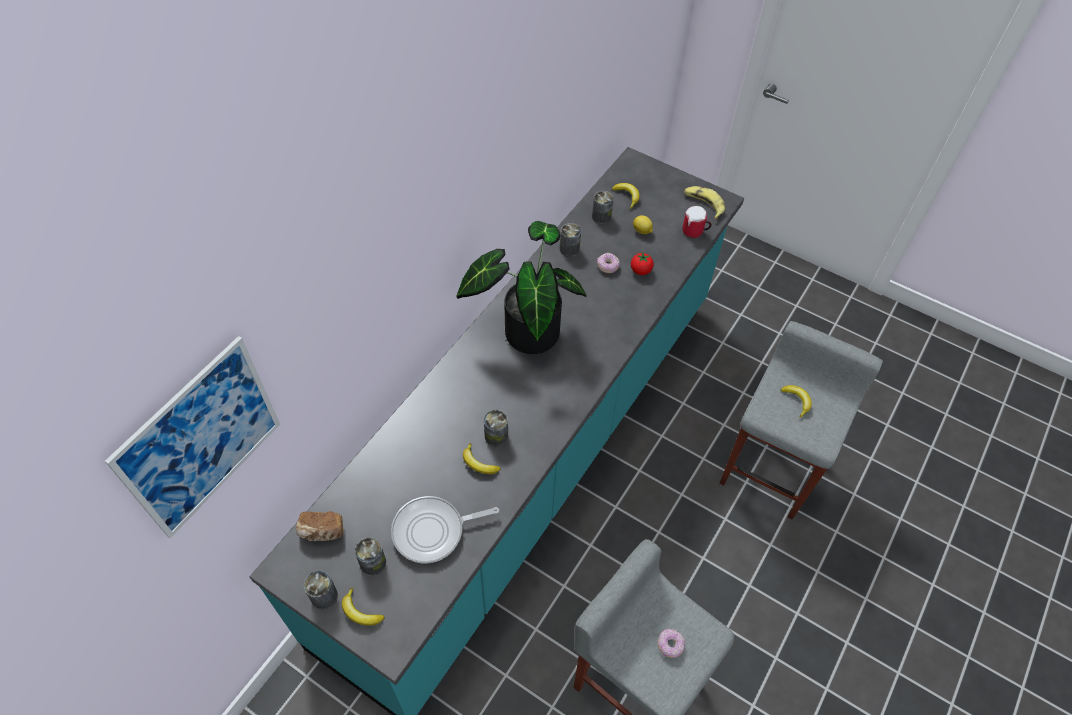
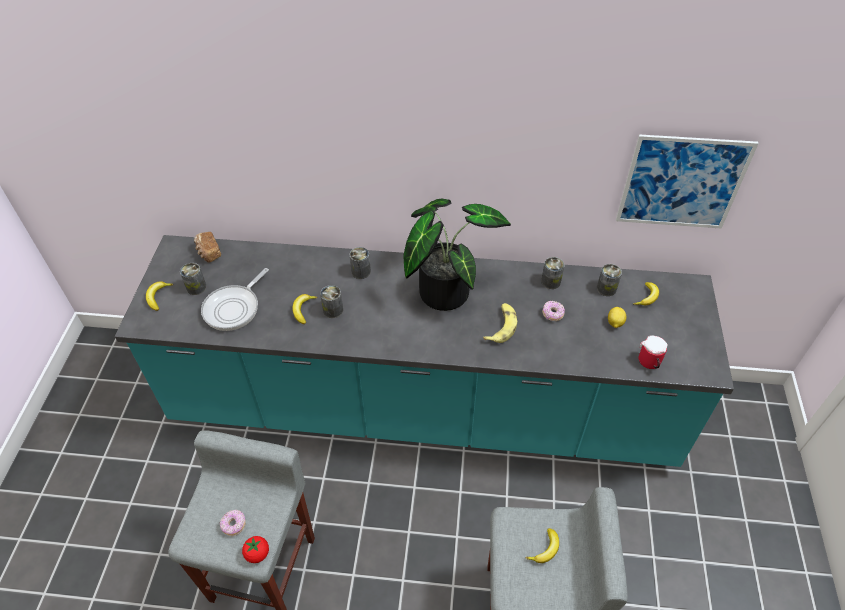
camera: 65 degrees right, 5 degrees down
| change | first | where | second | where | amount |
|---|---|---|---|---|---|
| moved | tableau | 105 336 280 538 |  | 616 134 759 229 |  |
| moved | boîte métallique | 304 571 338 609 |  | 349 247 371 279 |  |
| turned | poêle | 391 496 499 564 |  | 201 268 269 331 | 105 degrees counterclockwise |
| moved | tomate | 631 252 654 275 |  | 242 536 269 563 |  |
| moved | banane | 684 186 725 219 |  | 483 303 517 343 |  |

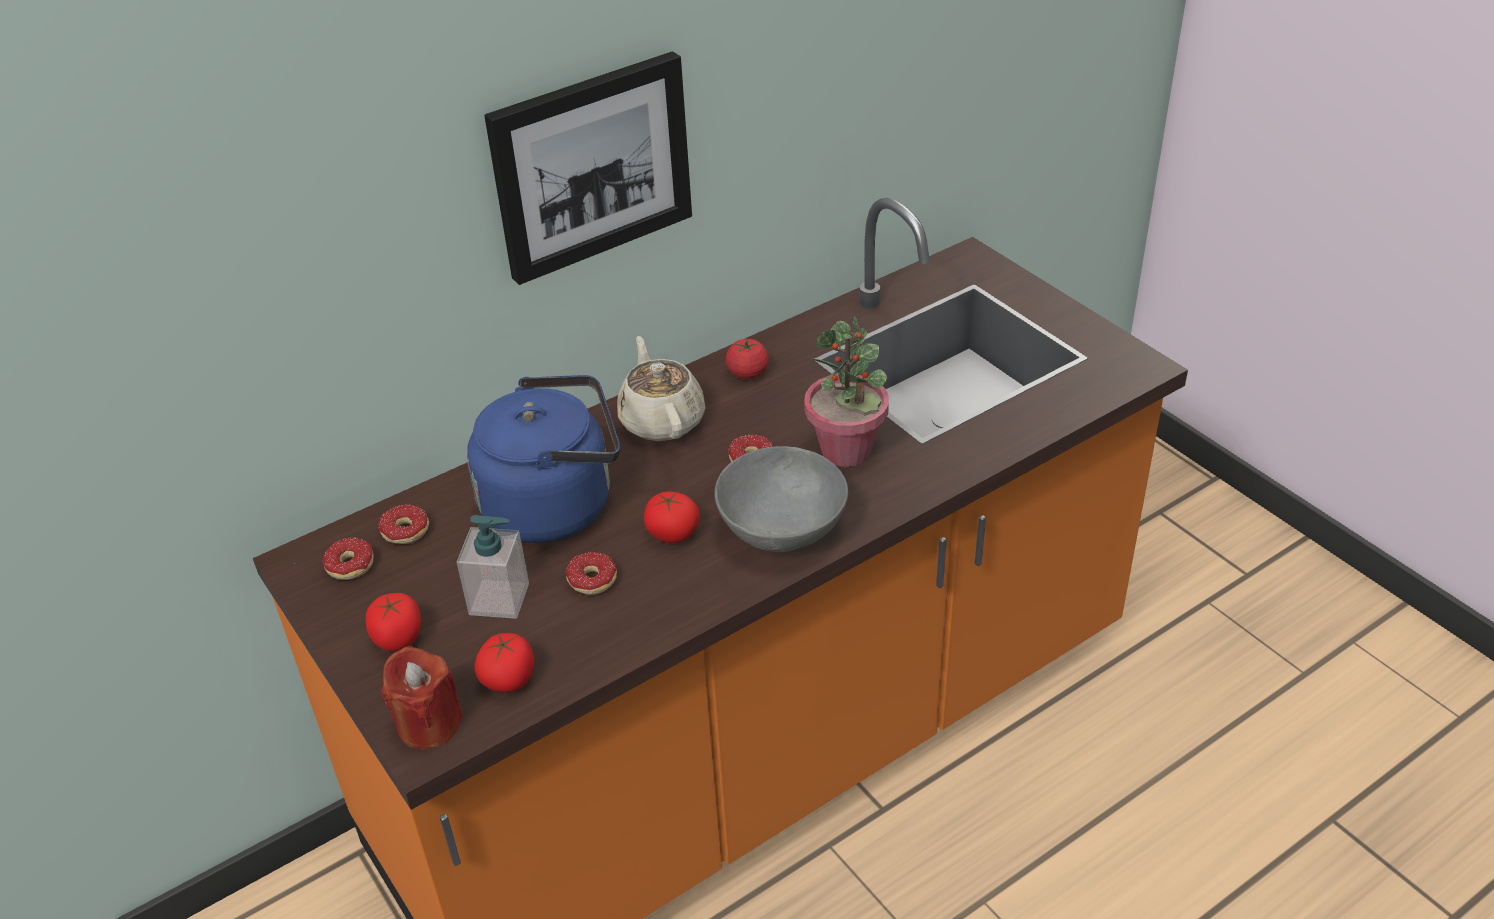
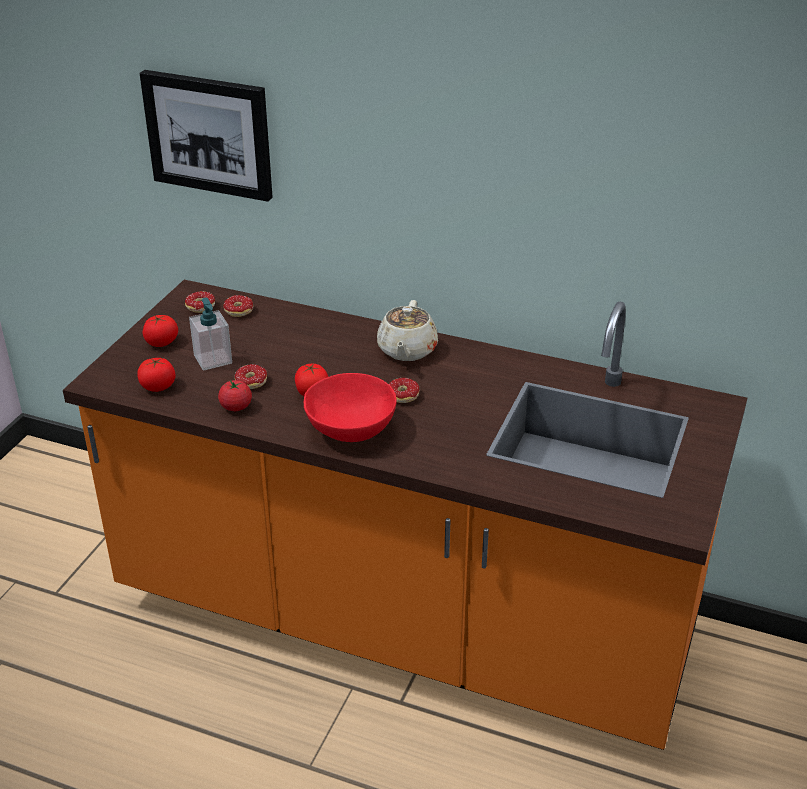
camera: 55 degrees right, 5 degrees down
| change | first | where | second | where | amount |
|---|---|---|---|---|---|
| removed | bougie [rouge] | 381 646 464 749 |  |  |  |
| removed | bouilloire [bleu] | 467 375 620 543 |  |  |  |
| moved | tableau | 484 51 692 285 |  | 140 70 273 202 |  |
| turned | théière [beige] | 617 336 706 441 |  | 377 300 438 361 | 150 degrees clockwise |
| recoloured | bol [gris] | 715 446 848 552 | bol [rouge] | 304 373 397 442 |  |
| moved | tomate | 726 339 769 379 |  | 218 380 252 411 |  |
| removed | plante en pot | 804 317 889 467 |  |  |  |

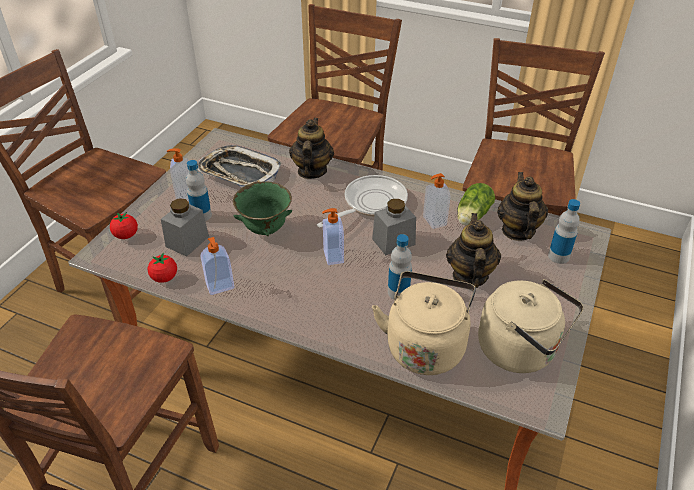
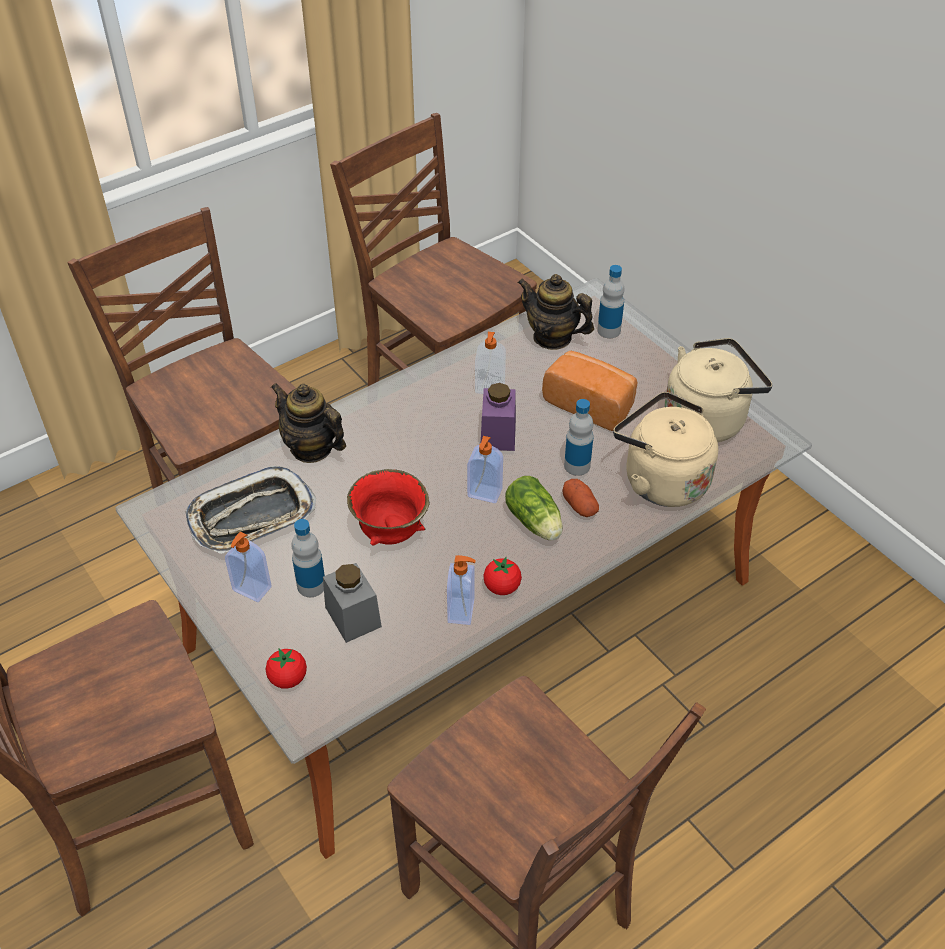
camera: 60 degrees left, 5 degrees up
| change | first | where | second | where | amount |
|---|---|---|---|---|---|
| moved | tomate | 148 253 177 283 |  | 484 557 522 595 |  |
| recoloured | bol [vert] | 233 182 292 236 | bol [rouge] | 347 469 429 545 |  |
| removed | poêle | 317 175 408 228 |  |  |  |
| recoloured | bocal [gris] | 372 199 416 255 | bocal [violet] | 481 383 516 451 |  |
| replaced | théière | 446 213 501 288 | pain | 542 351 637 431 |  |
| moved | laitue | 457 183 495 225 |  | 505 476 563 540 |  |
| added |  |  | pomme de terre | 562 479 599 517 |  |

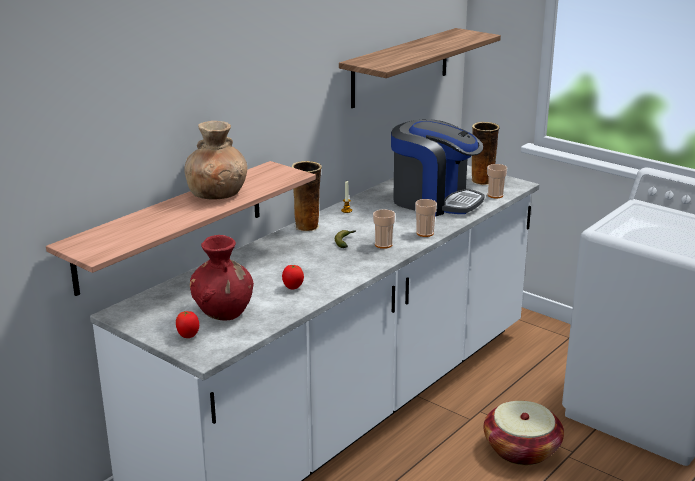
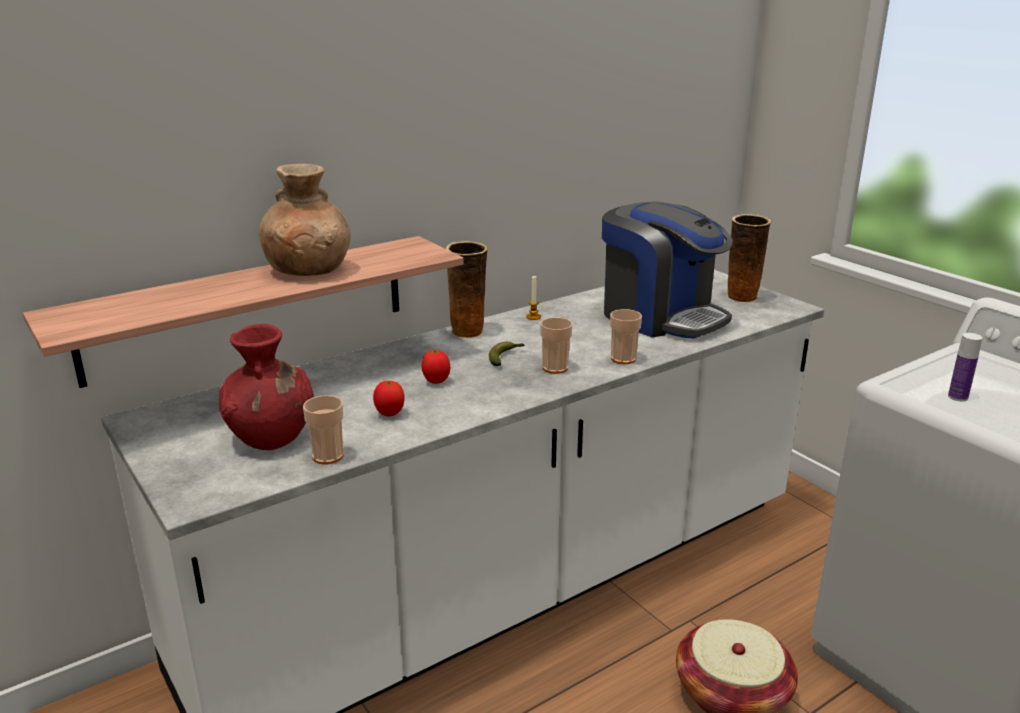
camera: 15 degrees right, 0 degrees up
| change | first | where | second | where | amount |
|---|---|---|---|---|---|
| moved | tomate | 176 311 199 338 |  | 422 349 450 384 |  |
| removed | étagère | 339 28 501 108 |  |  |  |
| moved | tasse | 487 164 507 198 |  | 303 395 344 465 |  |
| added |  |  | bouteille | 948 333 982 401 |  |

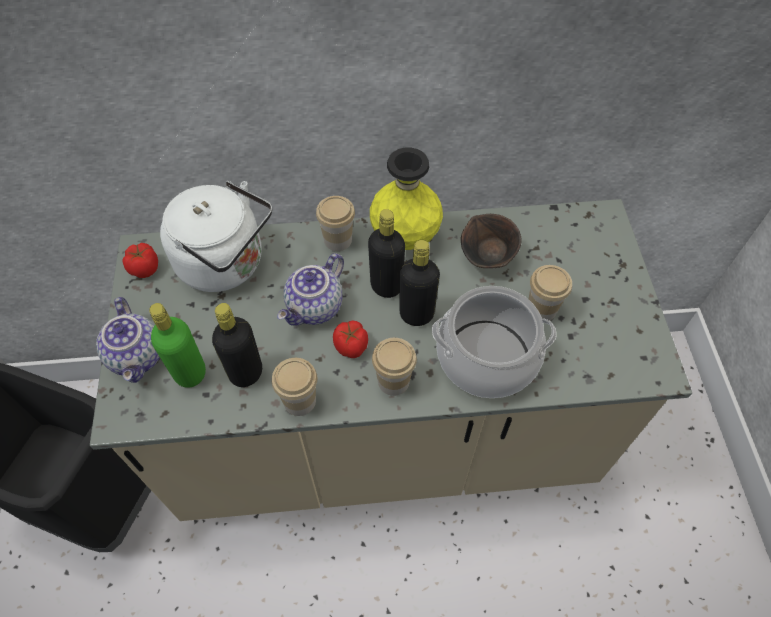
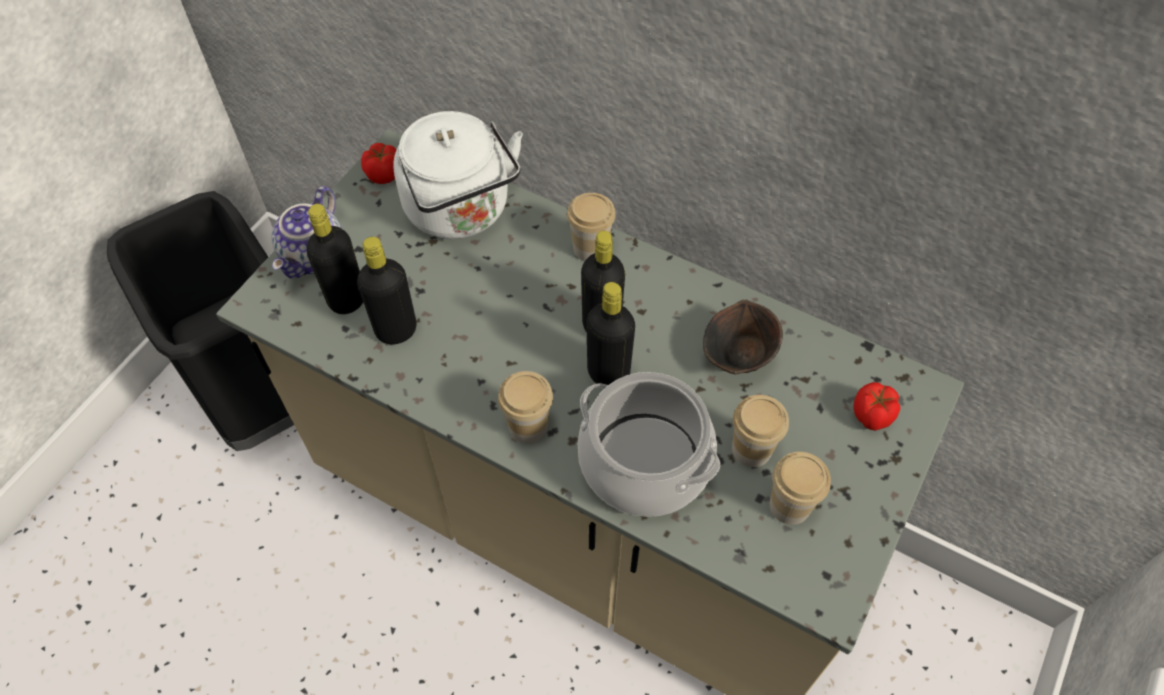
camera: 35 degrees right, 0 degrees up
| change | first | where | second | where | amount |
|---|---|---|---|---|---|
| recoloured | bouteille [vert] | 149 303 206 388 | bouteille [noir] | 307 204 363 314 |  |
| moved | tasse | 272 358 317 416 |  | 770 452 831 525 |  |
| removed | théière | 277 253 344 326 |  |  |  |
| moved | tomate | 333 321 368 358 |  | 853 382 901 431 |  |
| removed | vase [jaune] | 370 148 443 250 |  |  |  |

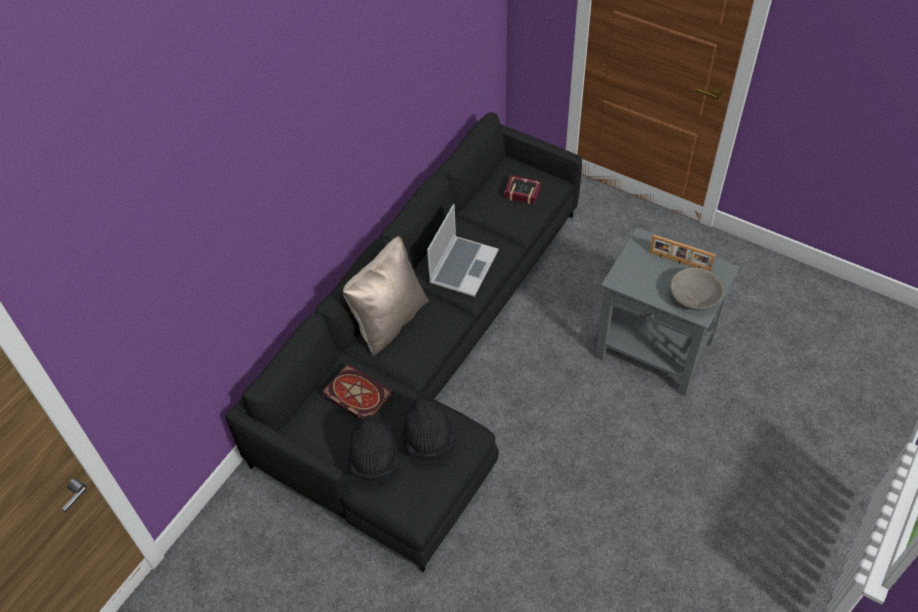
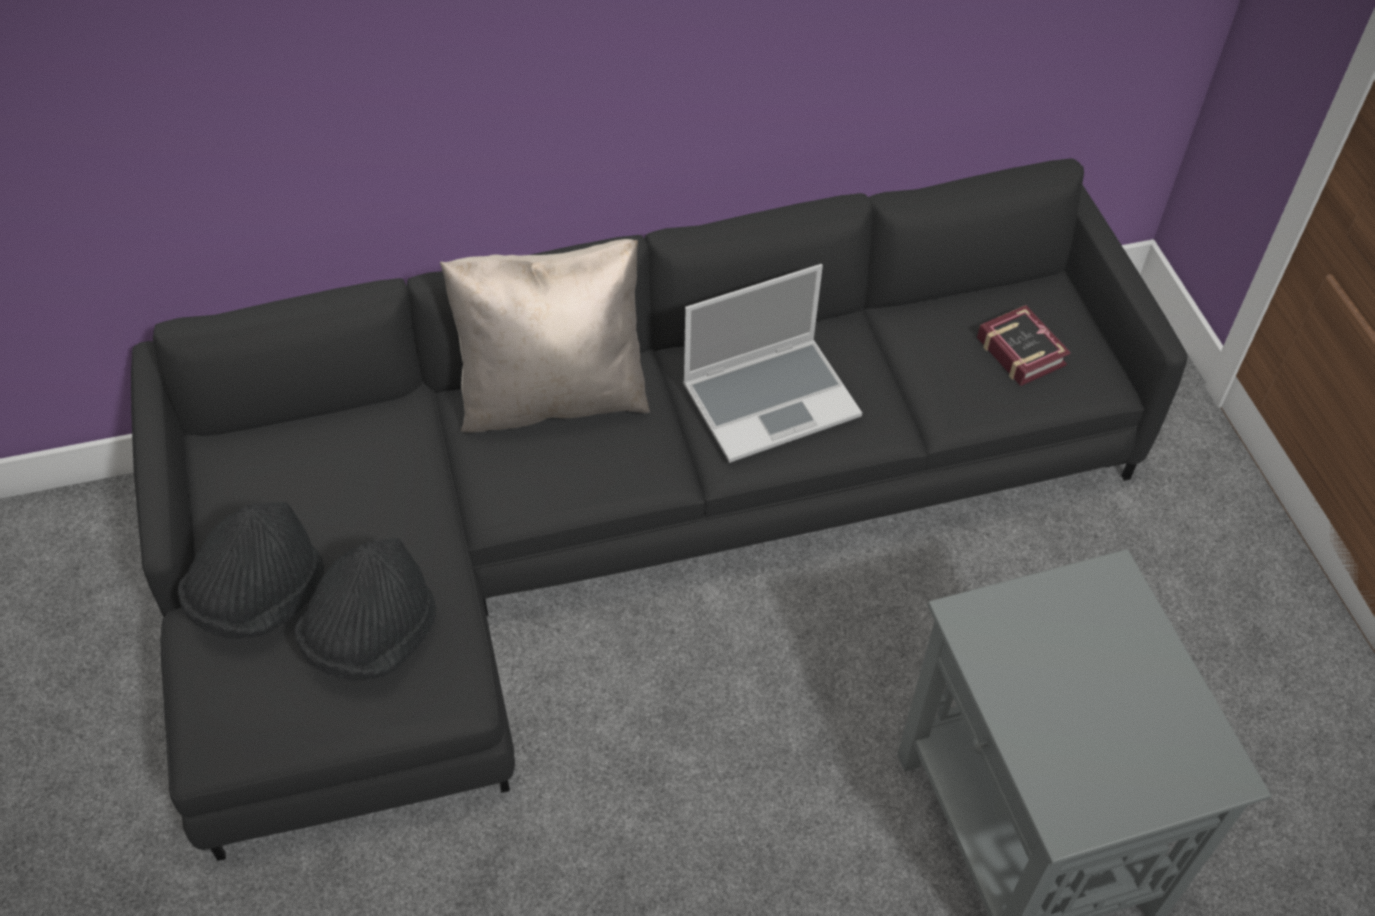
camera: 40 degrees right, 0 degrees up
| change | first | where | second | where | amount |
|---|---|---|---|---|---|
| removed | livre | 322 364 393 420 |  |  |  |
| removed | cadre photo | 649 234 716 272 |  |  |  |
| removed | bol [gris] | 670 267 724 310 |  |  |  |

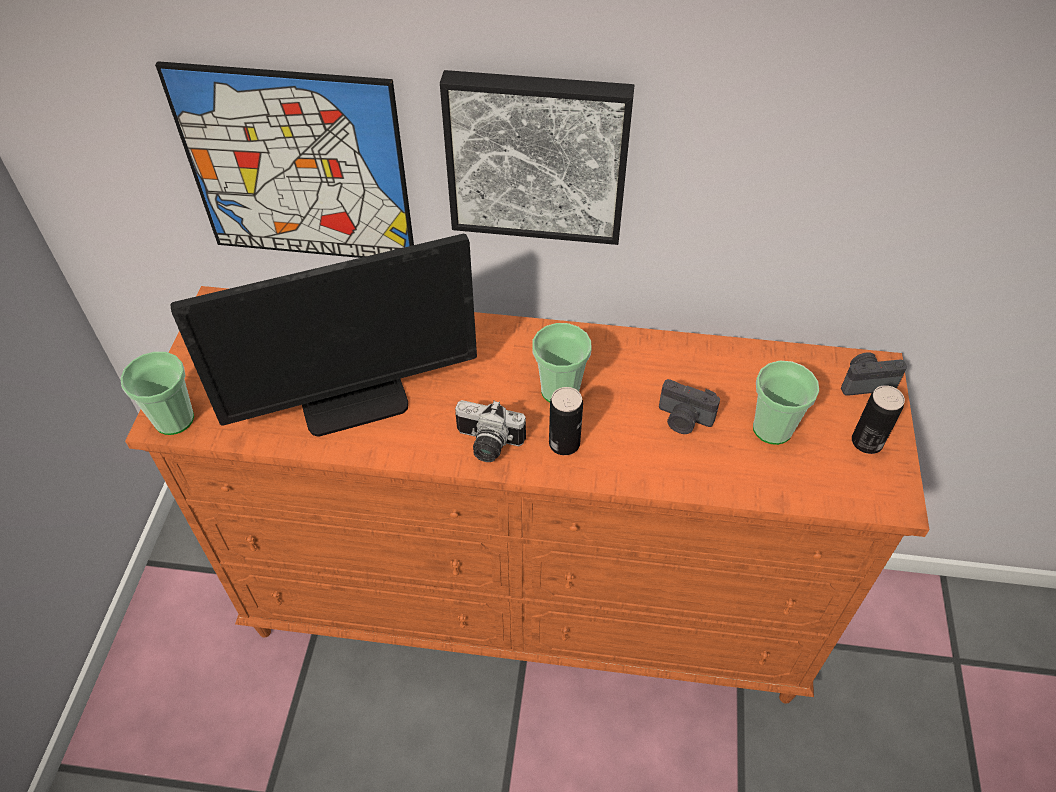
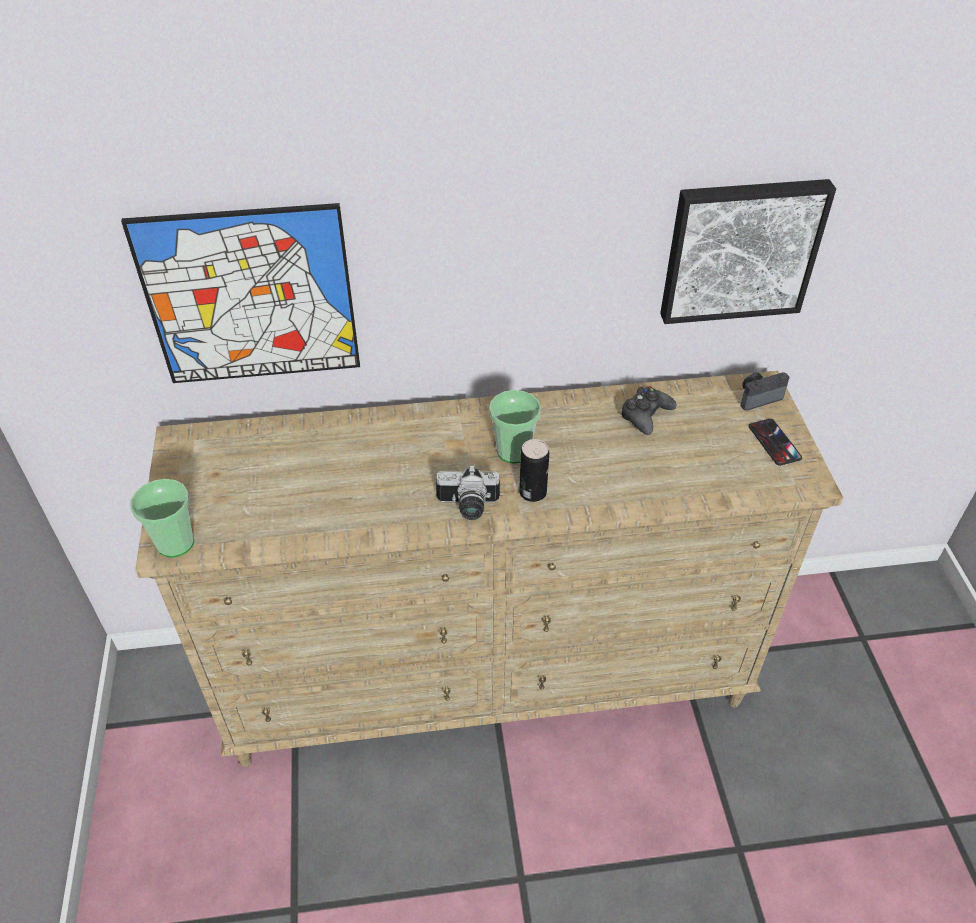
camera: 15 degrees left, 5 degrees down
| change | first | where | second | where | amount |
|---|---|---|---|---|---|
| recoloured | commode [orange] | 125 286 929 704 | commode [beige] | 135 371 843 767 |  |
| removed | écran d'ordinateur | 170 234 477 437 |  |  |  |
| moved | tableau | 440 70 635 245 |  | 660 179 836 324 |  |
| removed | appareil photo | 659 379 720 434 |  |  |  |
| removed | tasse | 753 361 819 445 |  |  |  |
| replaced | boîte métallique | 852 385 905 454 | téléphone | 749 419 802 466 |  |
| added |  |  | manette [noir] | 621 386 676 435 |  |

